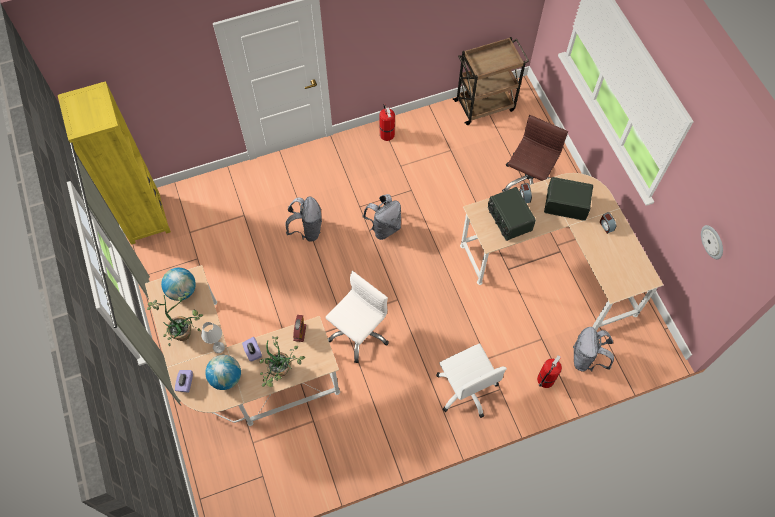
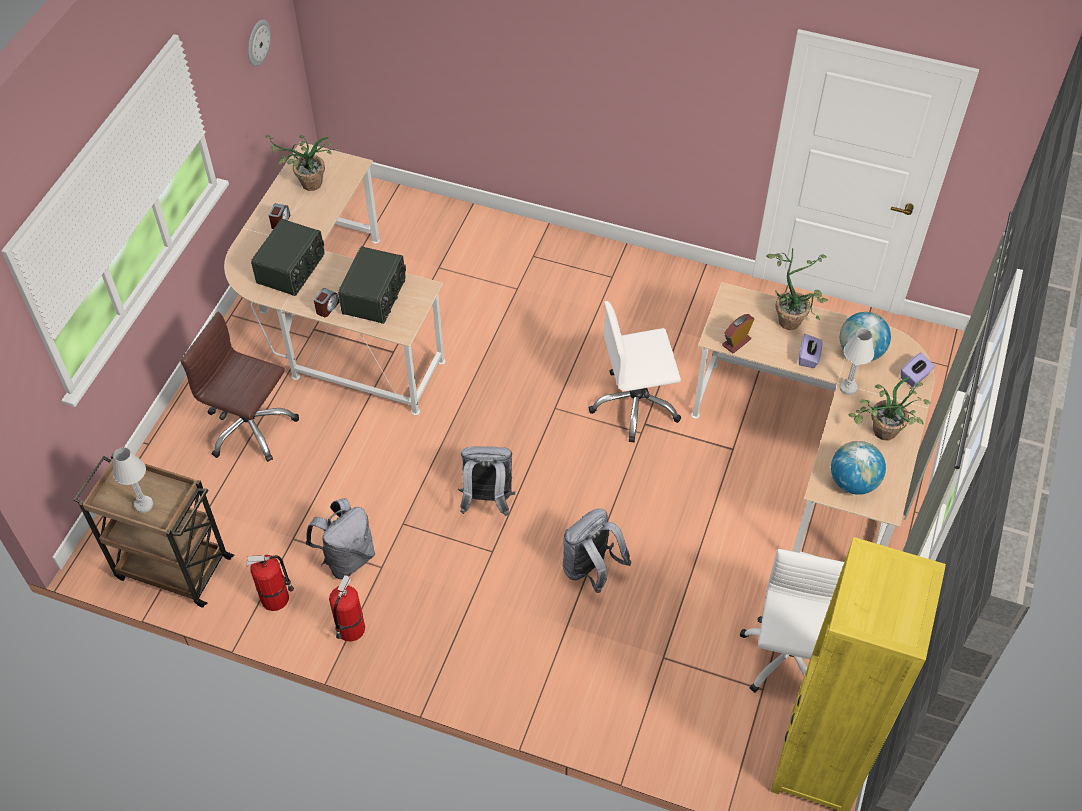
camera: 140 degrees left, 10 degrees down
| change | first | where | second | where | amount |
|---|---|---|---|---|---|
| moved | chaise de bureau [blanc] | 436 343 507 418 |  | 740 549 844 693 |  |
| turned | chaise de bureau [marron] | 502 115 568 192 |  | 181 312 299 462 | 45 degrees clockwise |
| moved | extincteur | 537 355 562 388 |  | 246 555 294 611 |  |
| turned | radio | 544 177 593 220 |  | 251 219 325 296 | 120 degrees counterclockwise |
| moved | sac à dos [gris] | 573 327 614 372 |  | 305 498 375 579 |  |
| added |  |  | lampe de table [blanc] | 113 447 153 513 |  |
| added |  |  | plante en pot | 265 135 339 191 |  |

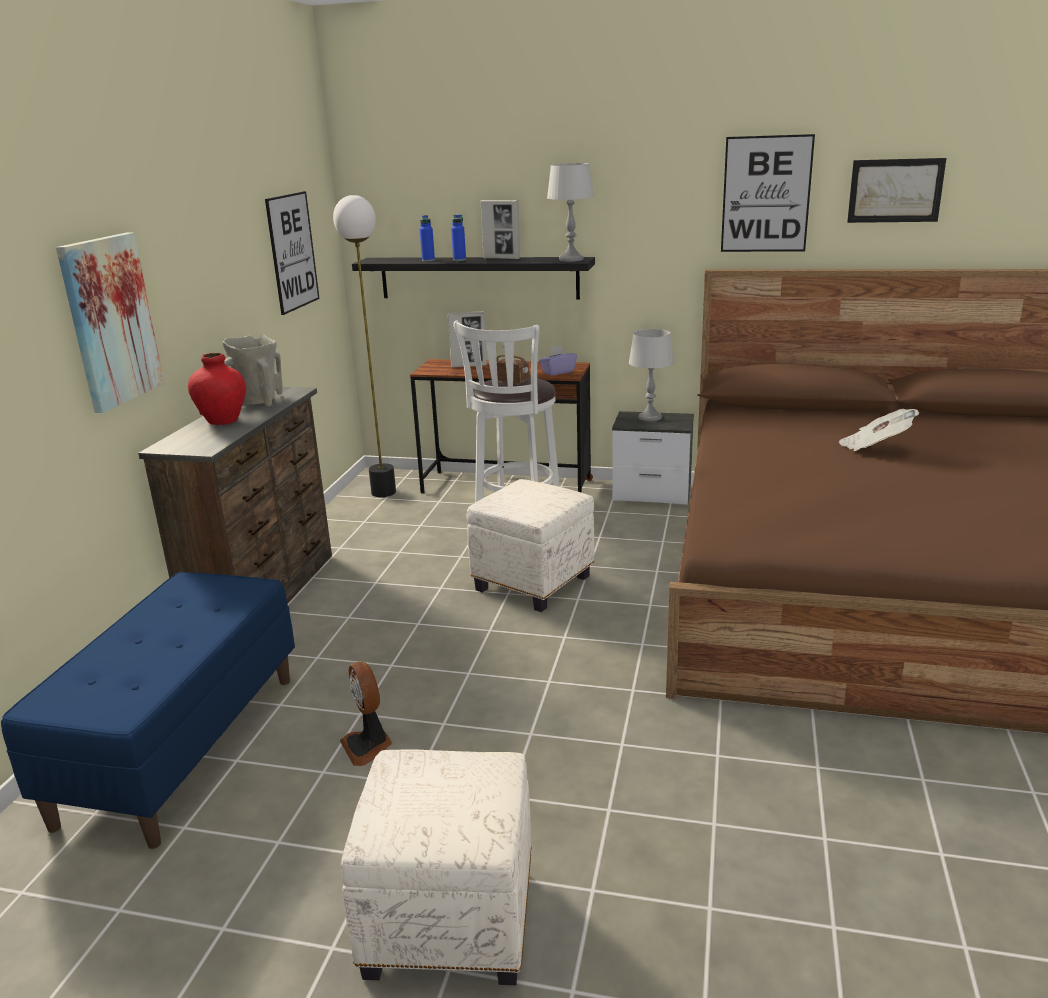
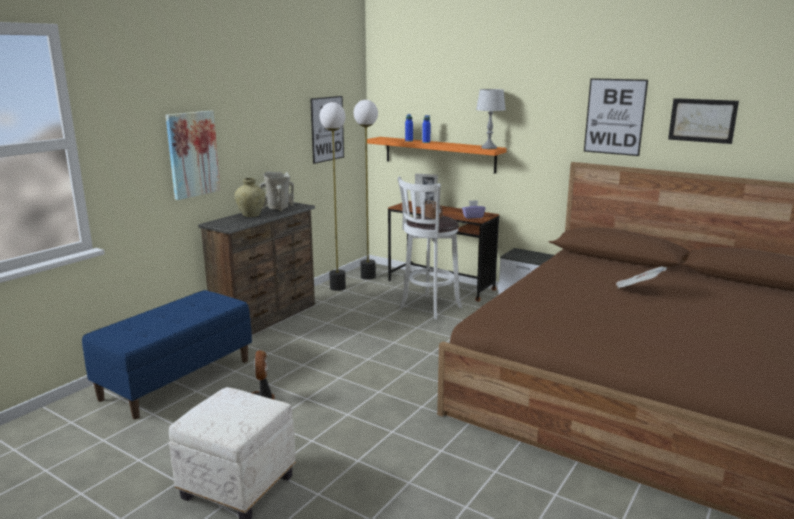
camera: 20 degrees right, 5 degrees down
| change | first | where | second | where | amount |
|---|---|---|---|---|---|
| recoloured | vase [rouge] | 188 353 246 425 | vase [beige] | 235 178 265 217 |  |
| recoloured | étagère [noir] | 352 257 595 300 | étagère [orange] | 367 137 507 174 |  |
| removed | pouf [blanc] | 466 479 594 612 |  |  |  |
| removed | cadre photo | 481 200 520 259 |  |  |  |
| removed | lampe de table [gris] | 629 329 674 422 |  |  |  |
| added |  |  | lampadaire | 320 102 346 291 |  |

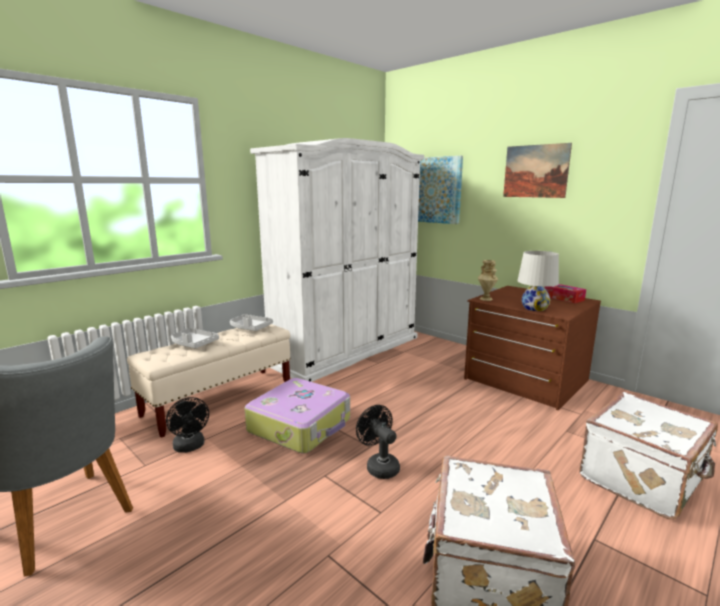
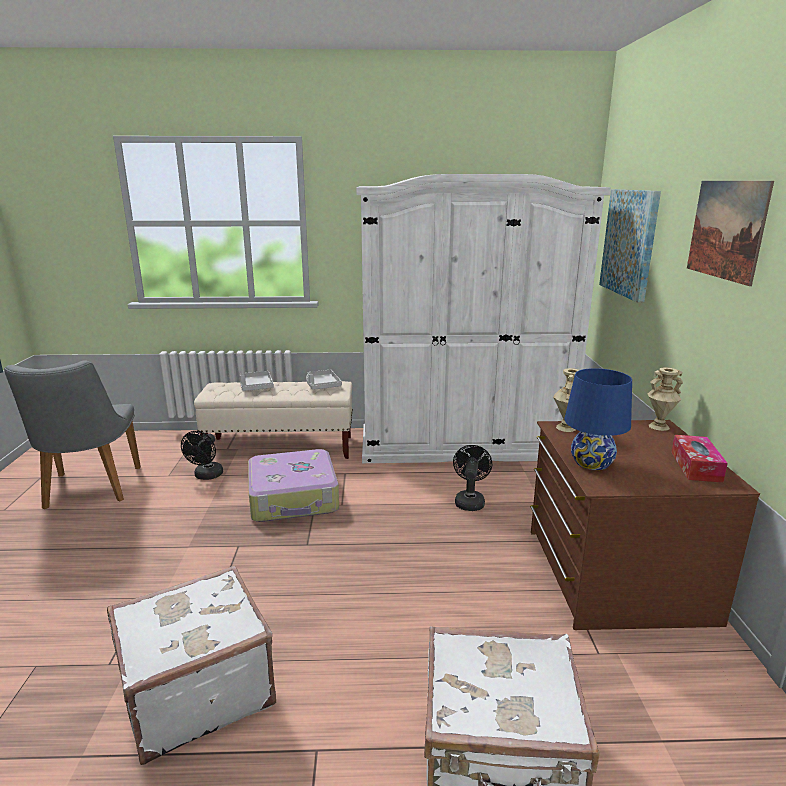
camera: 45 degrees right, 5 degrees up
| change | first | where | second | where | amount |
|---|---|---|---|---|---|
| moved | ventilateur [noir] | 356 405 400 479 |  | 453 445 492 511 |  |
| recoloured | lampe de table [blanc] | 517 251 559 311 | lampe de table [bleu] | 564 368 632 470 |  |
| added |  |  | vase [beige] | 648 367 683 431 |  |

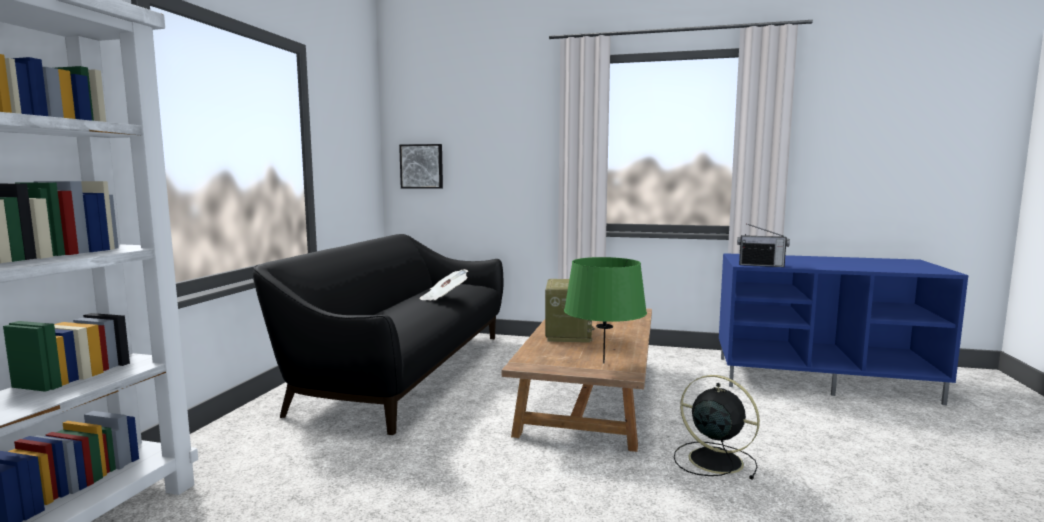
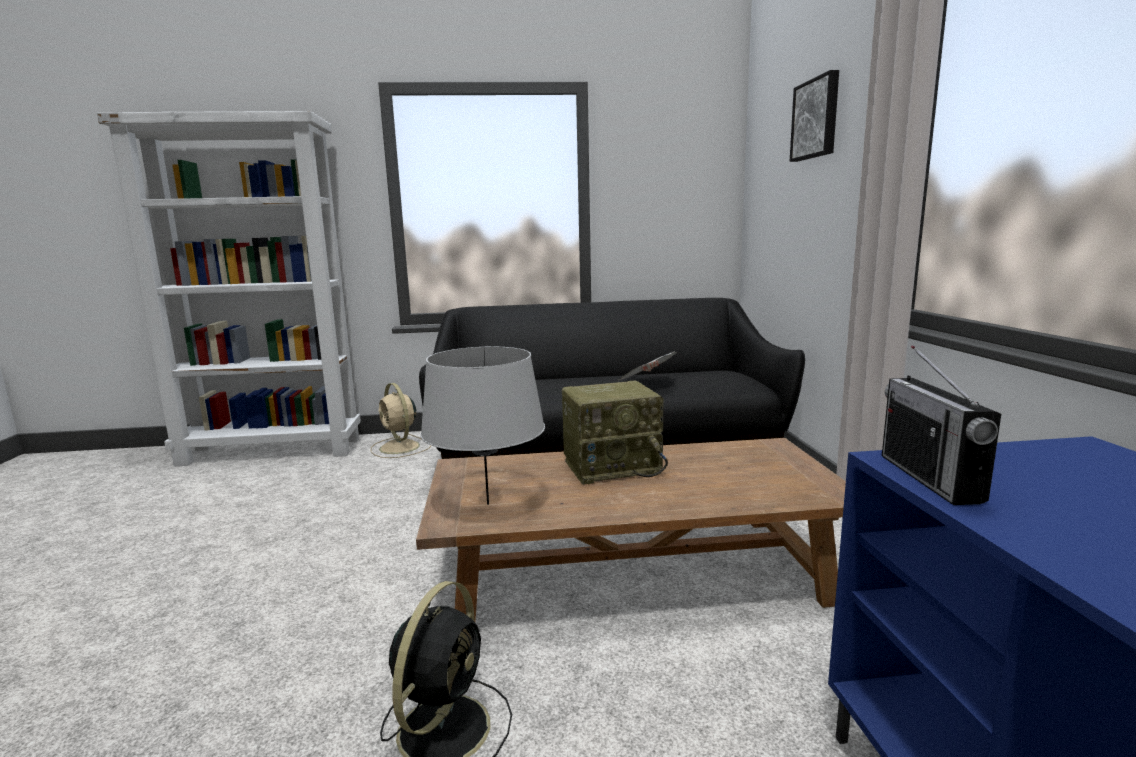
camera: 70 degrees right, 5 degrees up
| change | first | where | second | where | amount |
|---|---|---|---|---|---|
| moved | tableau | 399 144 443 189 |  | 790 70 839 162 |  |
| recoloured | lampe de table [vert] | 564 257 647 363 | lampe de table [gris] | 420 347 545 505 |  |
| added |  |  | ventilateur [beige] | 371 383 431 458 |  |

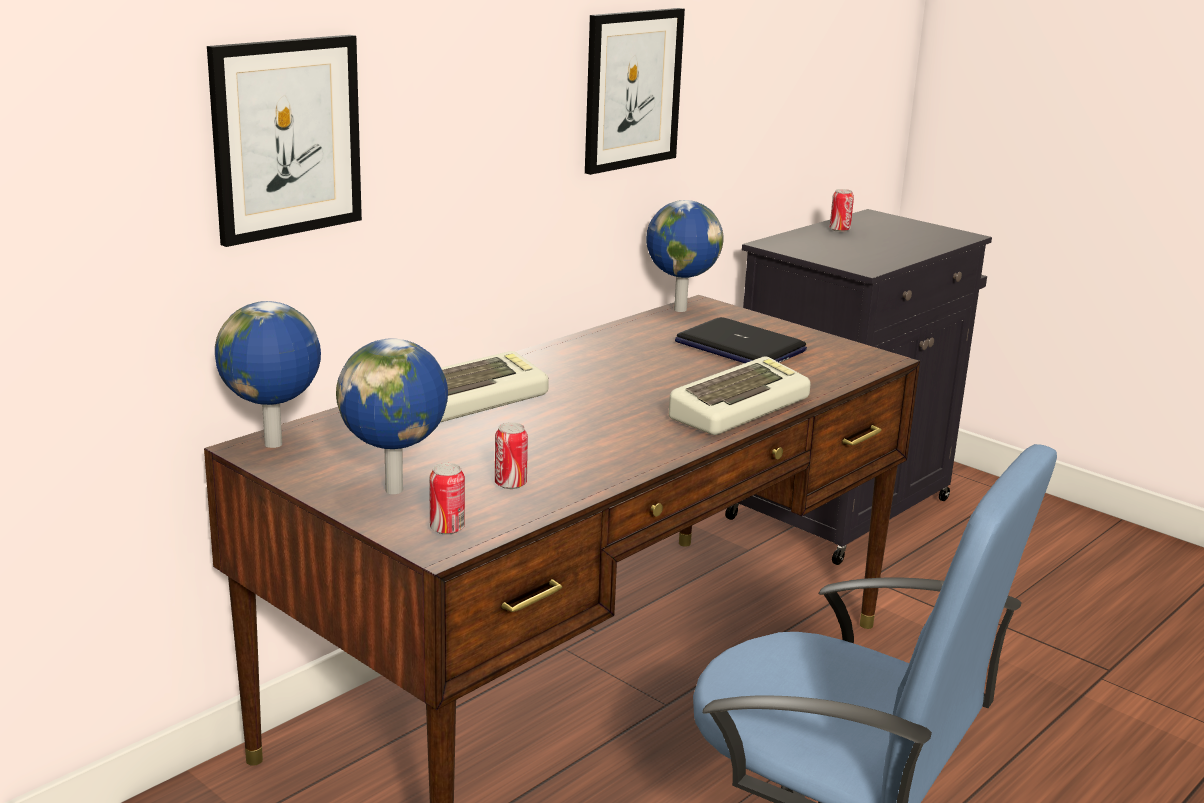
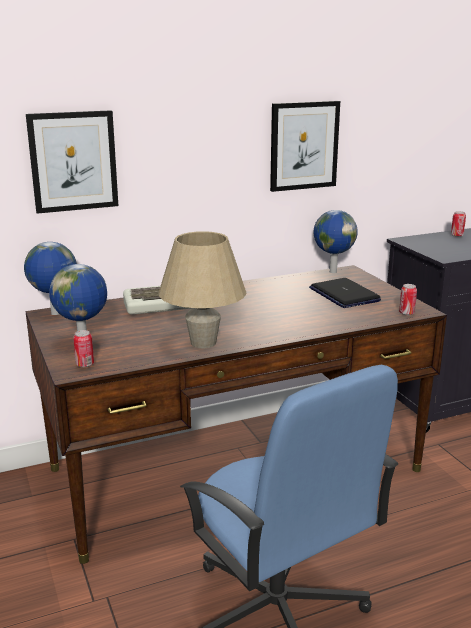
camera: 25 degrees right, 0 degrees up
| change | first | where | second | where | amount |
|---|---|---|---|---|---|
| moved | boîte métallique | 495 422 528 489 |  | 399 284 417 315 |  |
| removed | clavier | 669 356 811 435 |  |  |  |
| added |  |  | lampe de table [beige] | 159 231 246 348 |  |

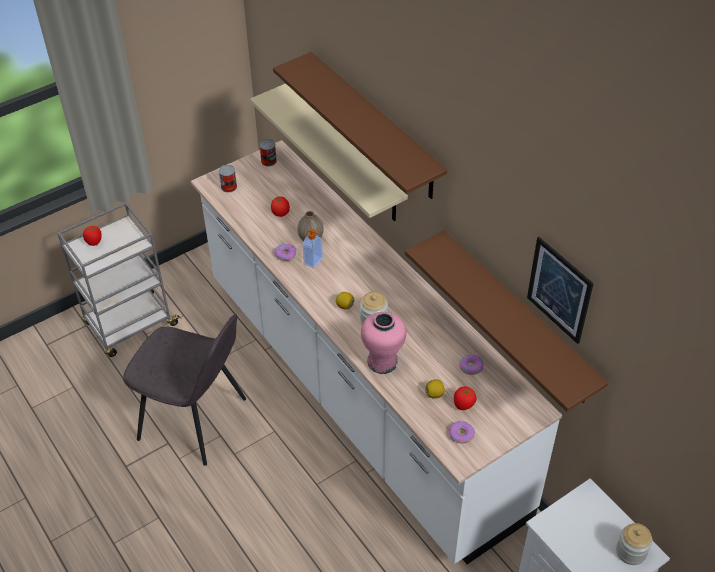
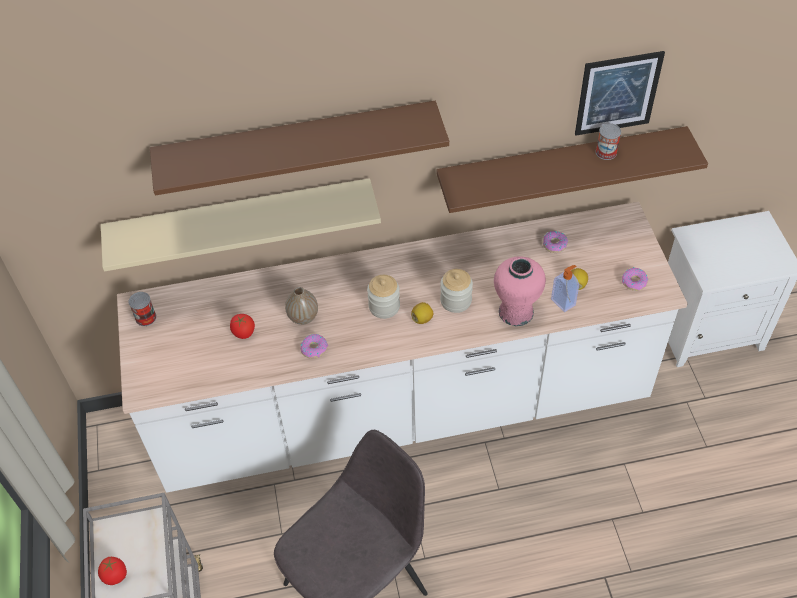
camera: 65 degrees left, 5 degrees up
| change | first | where | second | where | amount |
|---|---|---|---|---|---|
| moved | boîte métallique | 219 165 237 193 |  | 596 123 621 160 |  |
| moved | distributeur de savon | 303 229 323 269 |  | 551 265 579 312 |  |
| removed | tomate | 454 387 476 410 |  |  |  |
| moved | bocal | 616 523 653 565 |  | 367 275 400 319 |  |

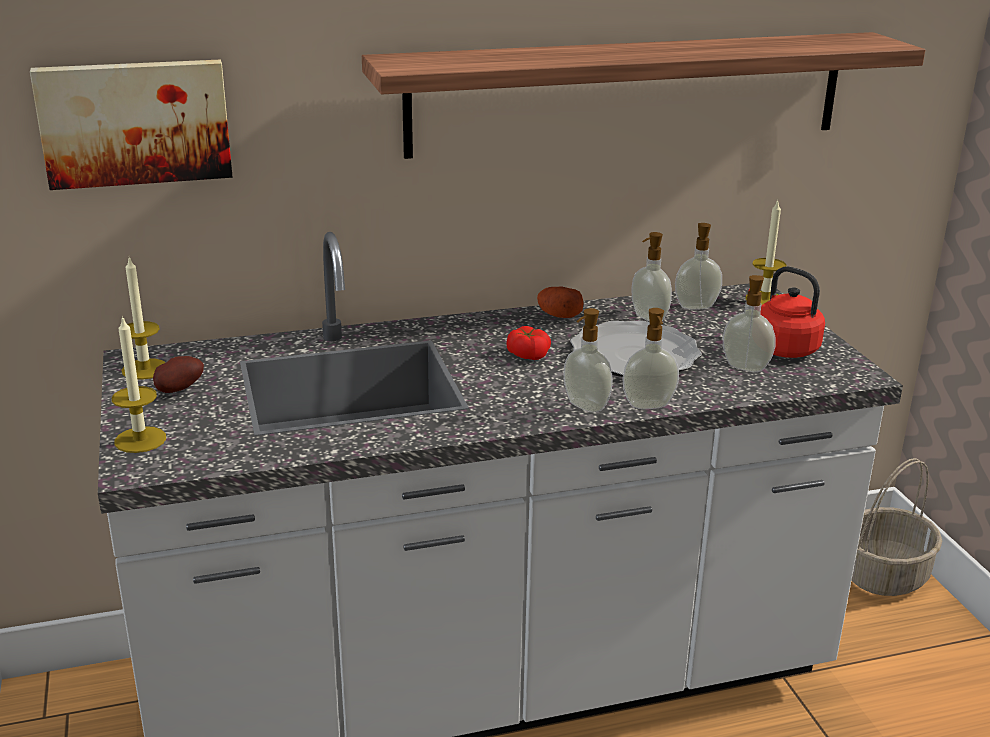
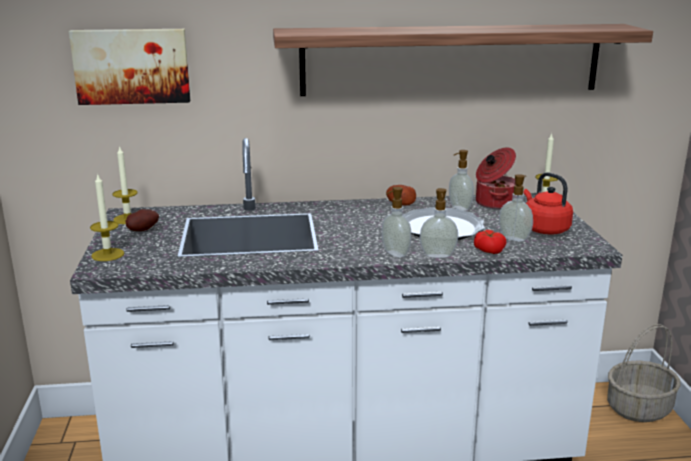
camera: 10 degrees right, 5 degrees down
| change | first | where | second | where | amount |
|---|---|---|---|---|---|
| moved | tomate | 506 326 551 360 |  | 474 230 507 254 |  |
| replaced | distributeur de savon | 675 223 722 310 | marmite | 476 147 516 209 |  |

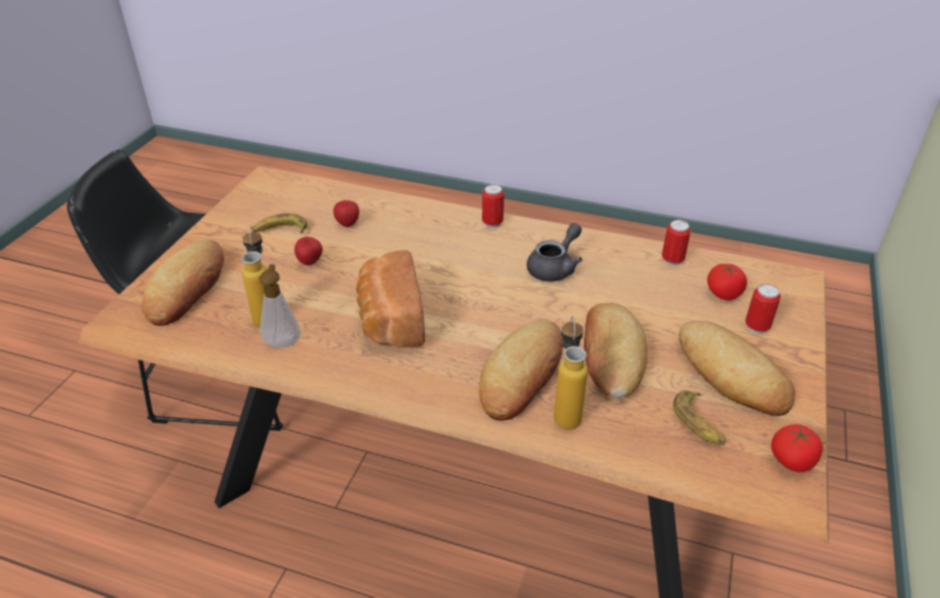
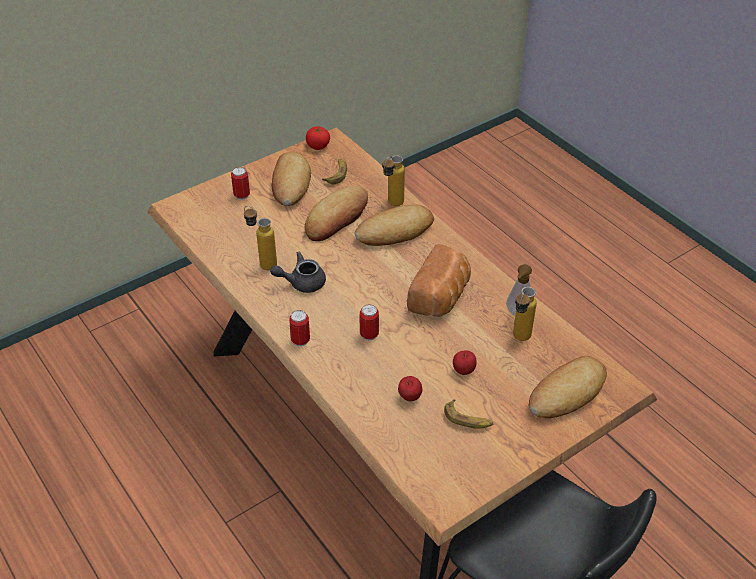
camera: 145 degrees left, 5 degrees up
| change | first | where | second | where | amount |
|---|---|---|---|---|---|
| moved | boîte métallique | 662 220 691 266 |  | 359 304 379 340 |  |
| removed | tomate | 707 264 747 300 |  |  |  |
| added |  |  | bouteille | 244 206 277 270 |  |

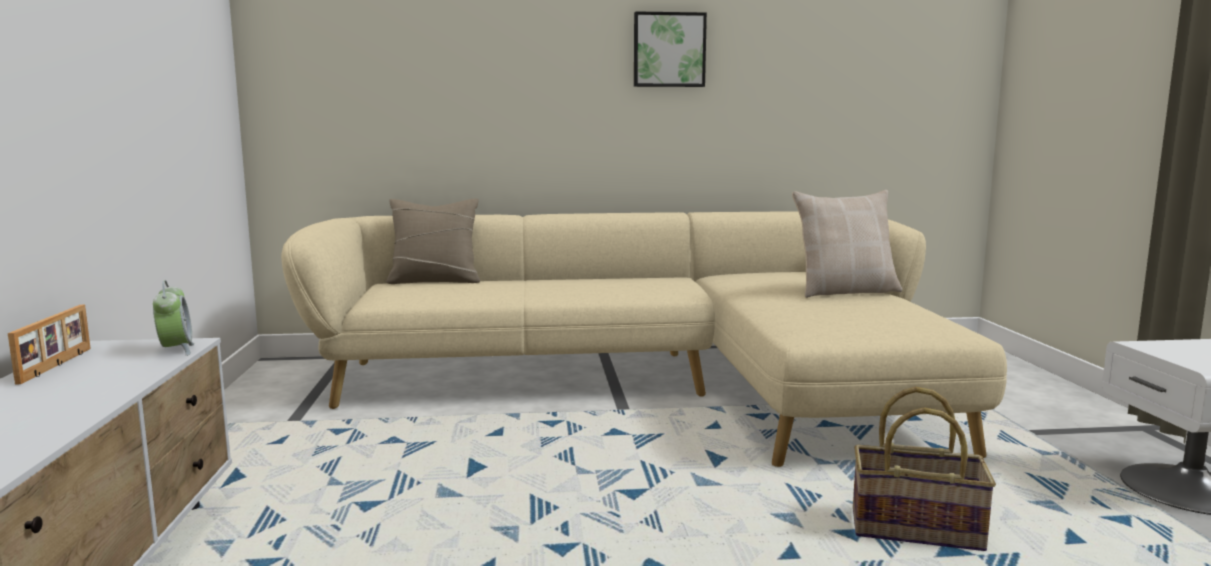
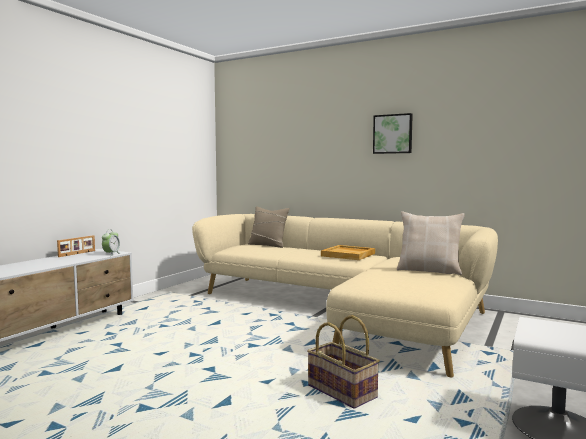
camera: 35 degrees right, 5 degrees down
| change | first | where | second | where | amount |
|---|---|---|---|---|---|
| added |  |  | plateau [beige] | 321 245 375 260 |  |

